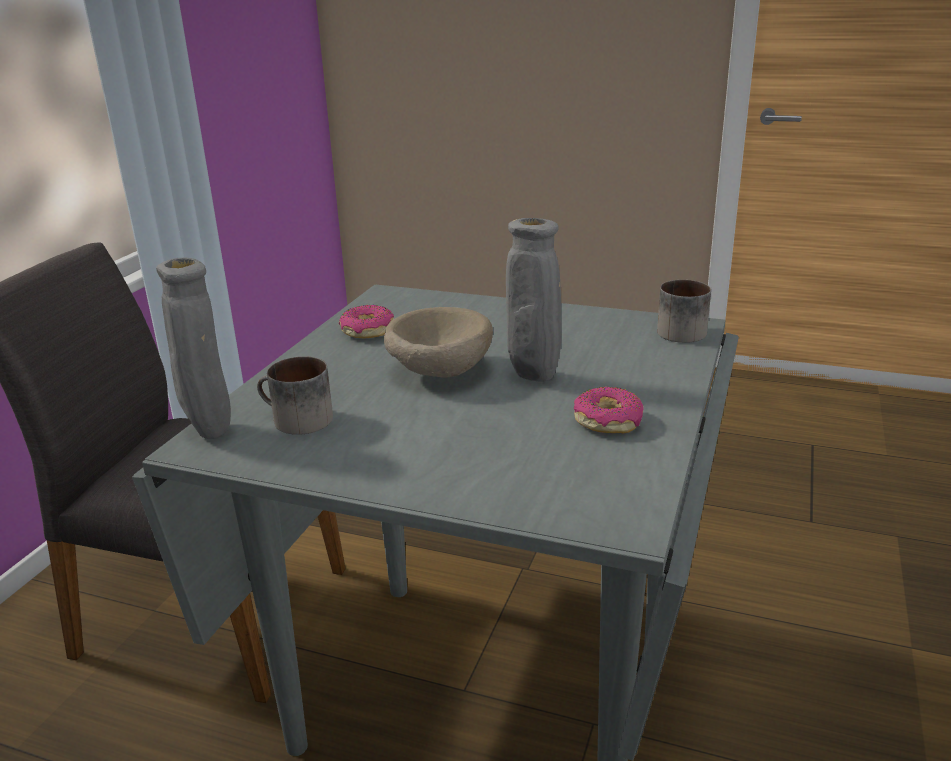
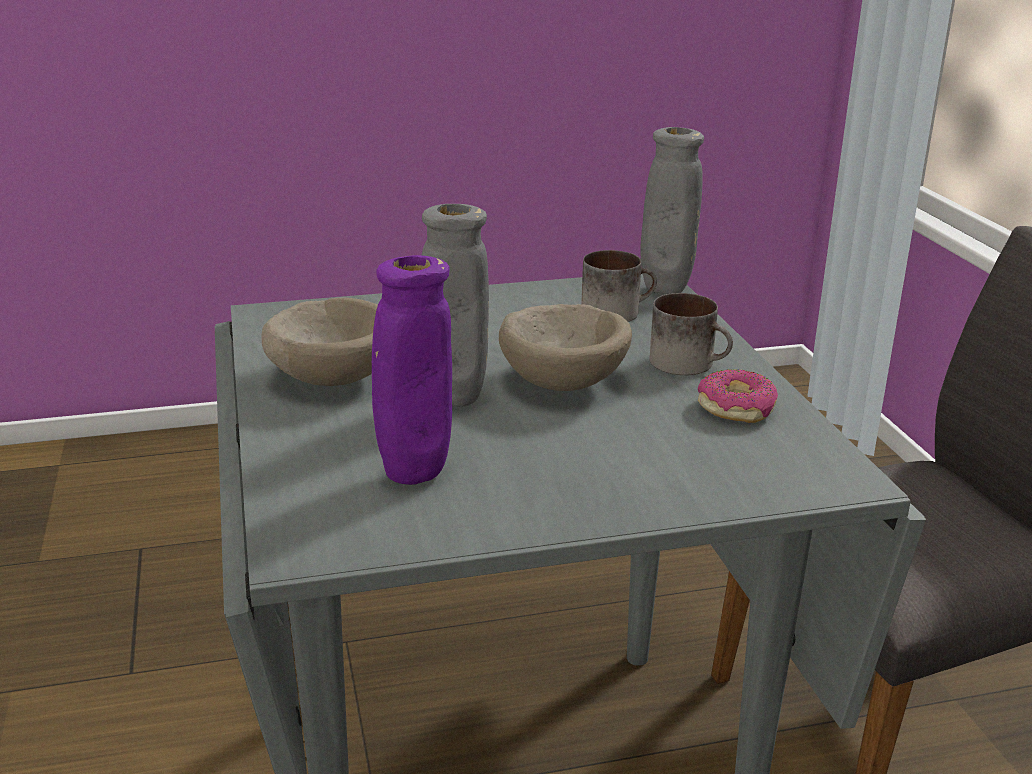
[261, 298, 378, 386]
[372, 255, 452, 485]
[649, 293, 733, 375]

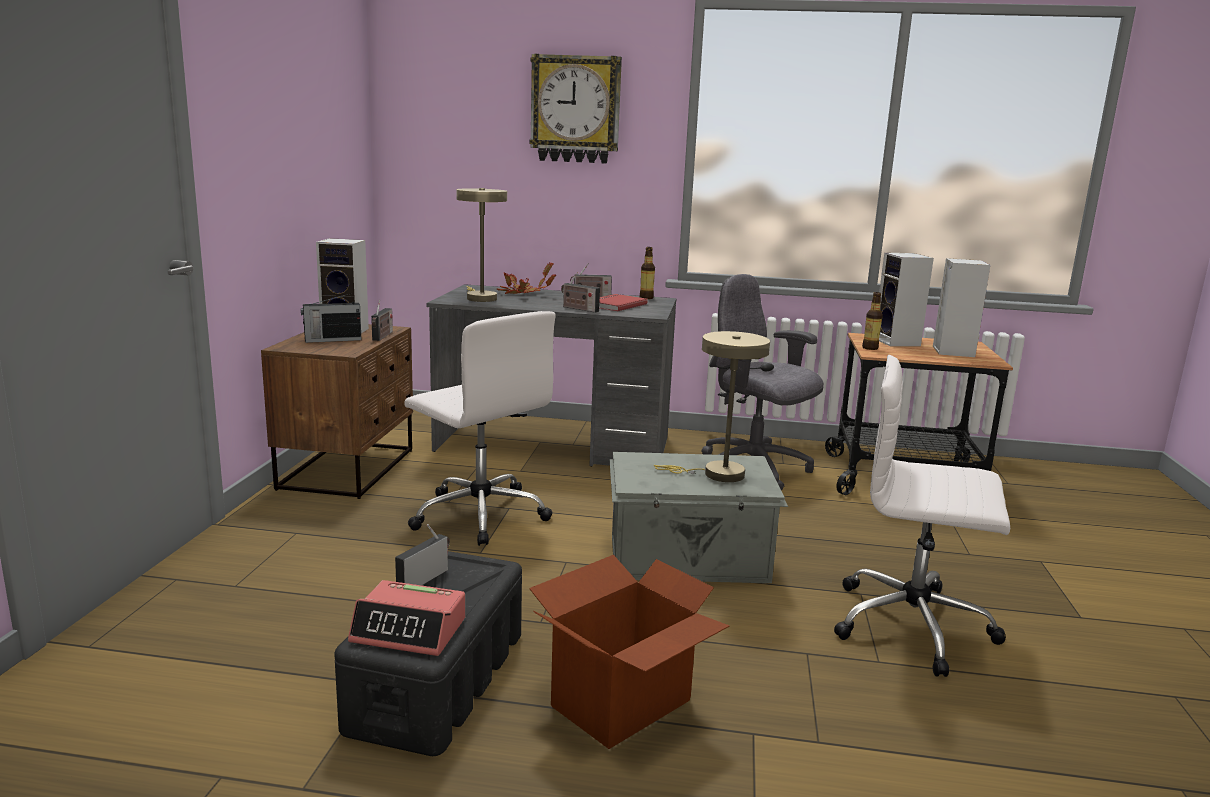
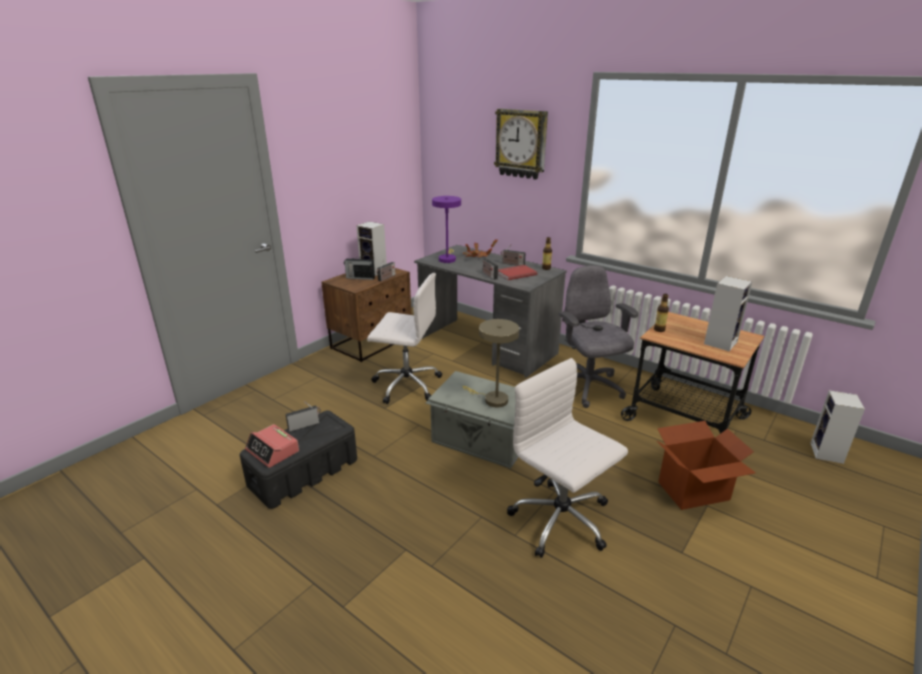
[367, 273, 442, 404]
[432, 196, 461, 263]
[656, 421, 756, 510]
[810, 390, 865, 464]

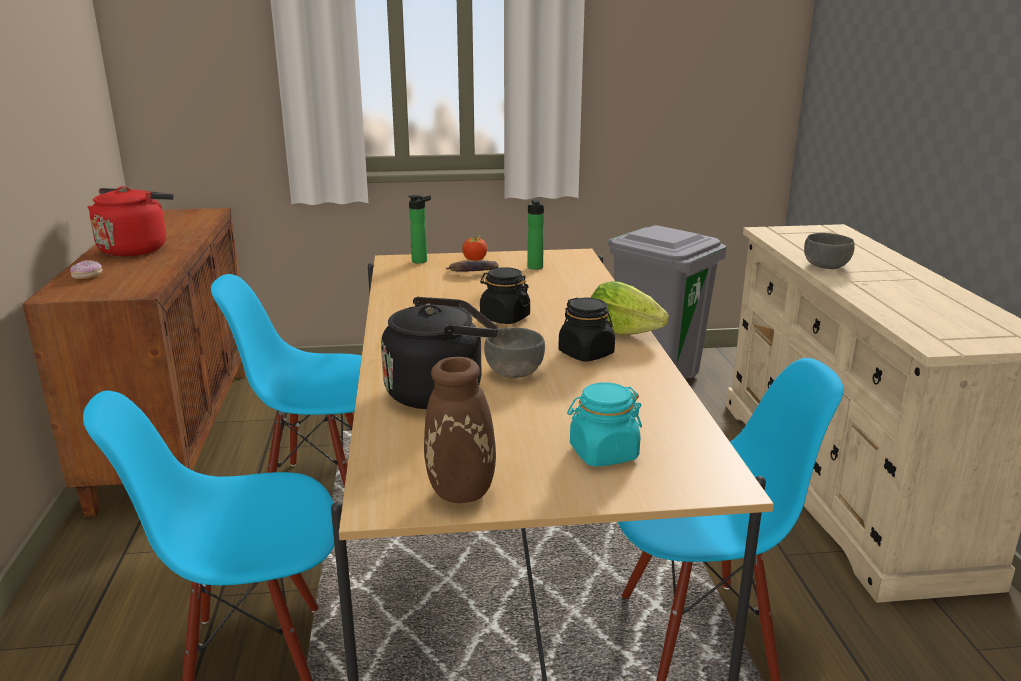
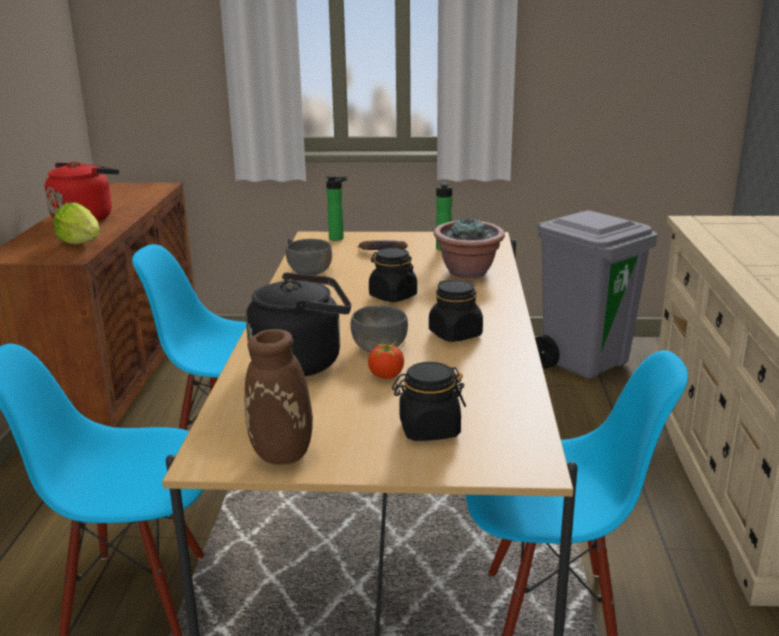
[53, 203, 100, 245]
[286, 239, 332, 275]
[368, 338, 405, 379]
[392, 362, 466, 441]
[434, 216, 505, 279]
[70, 260, 103, 279] (first image)

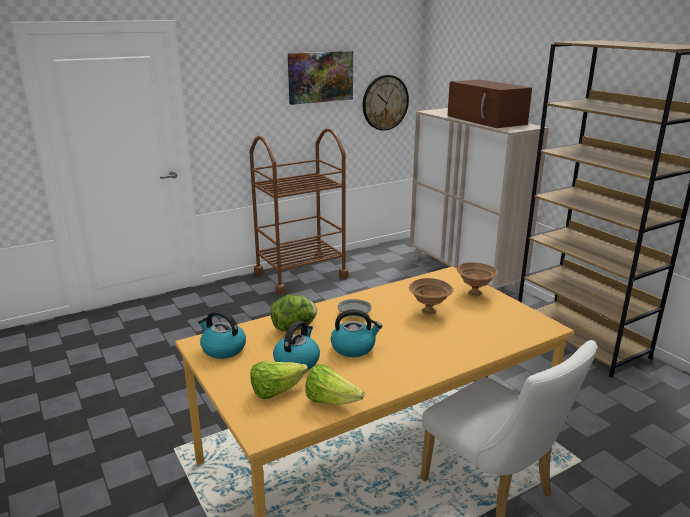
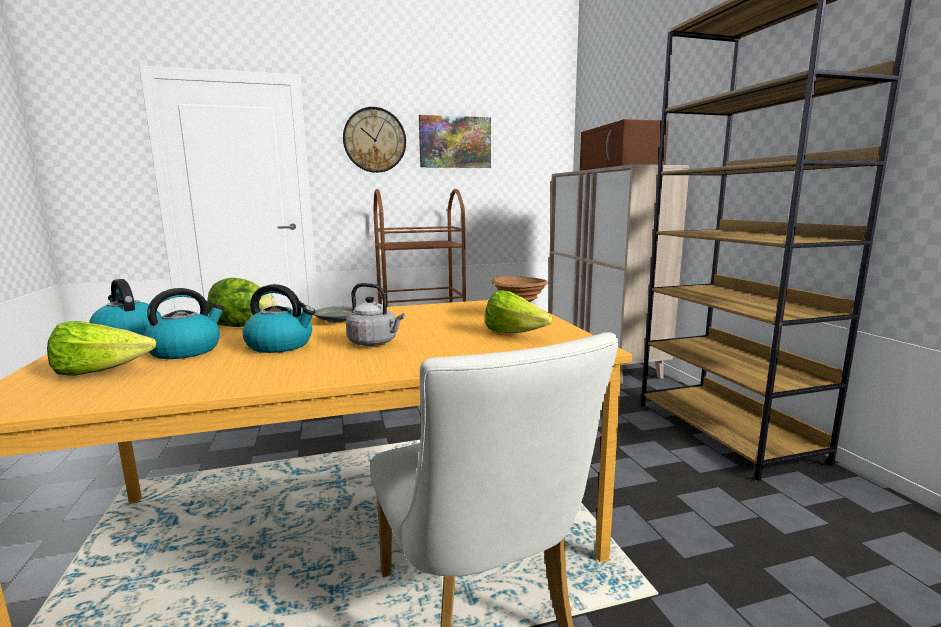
[343, 107, 406, 173]
[346, 283, 405, 346]
[485, 290, 553, 333]
[409, 278, 453, 315] (first image)

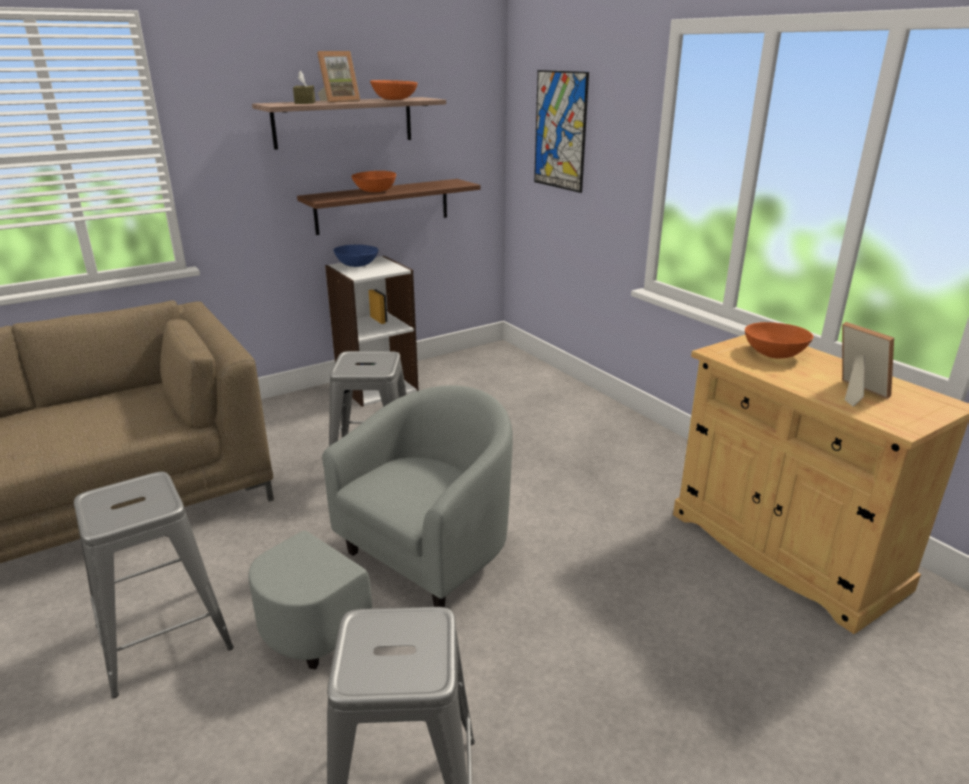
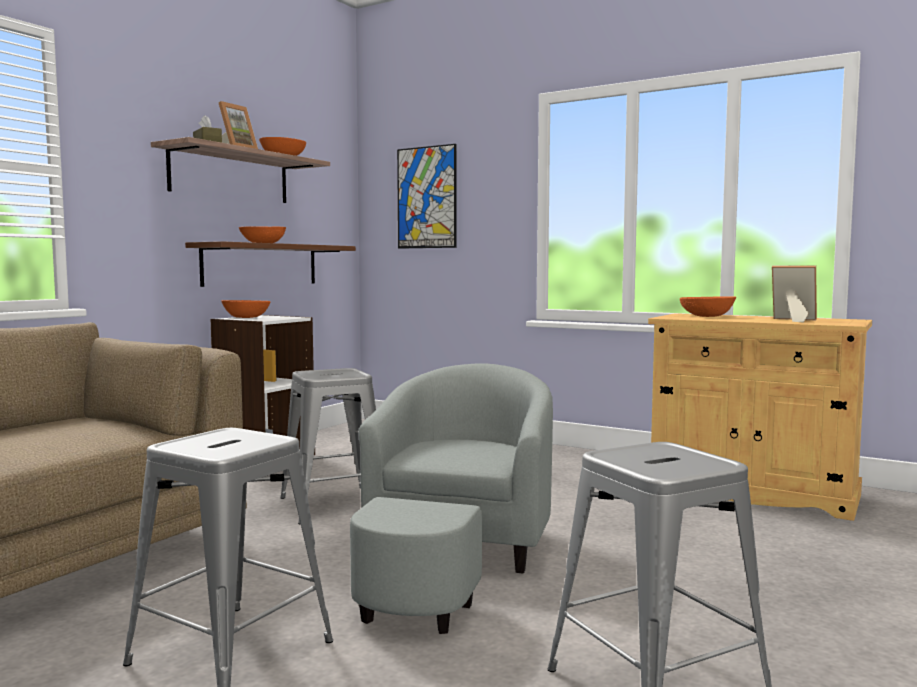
[222, 300, 271, 318]

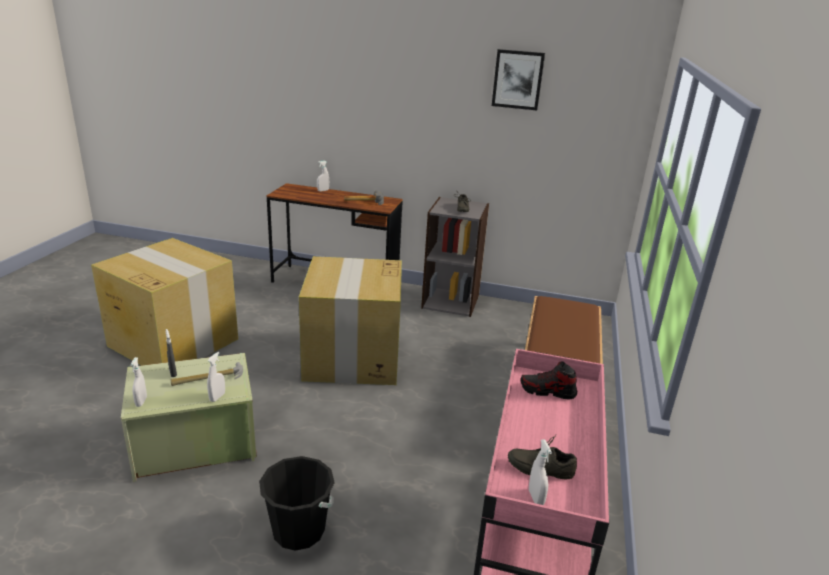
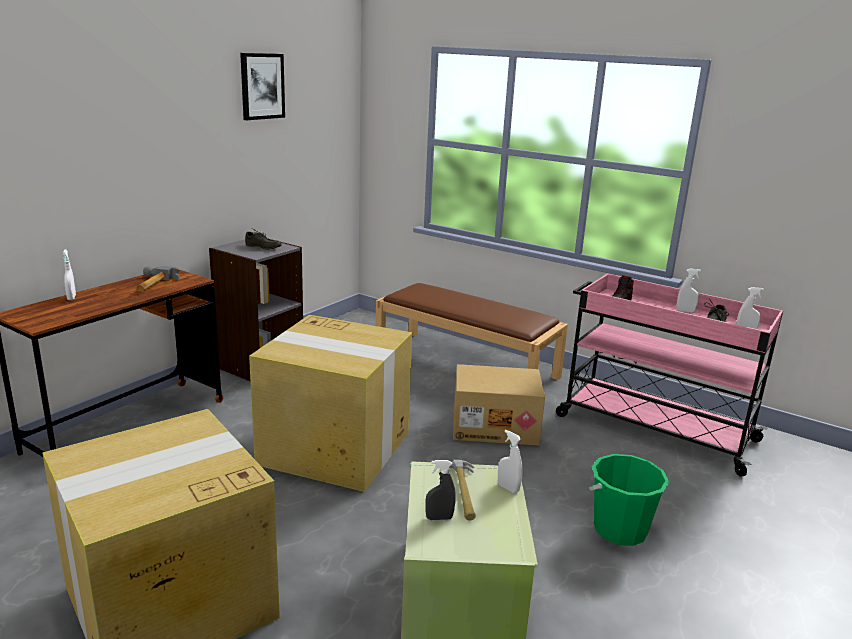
[453, 364, 545, 446]
[589, 454, 669, 546]
[677, 268, 701, 313]

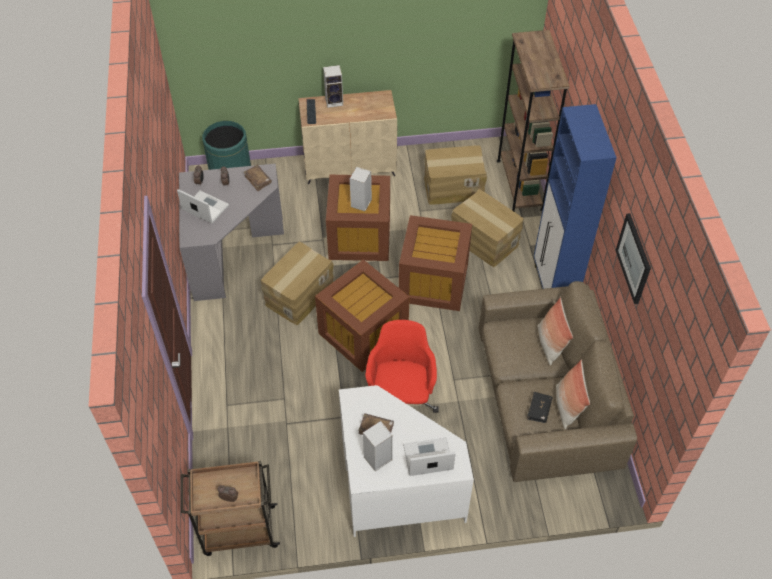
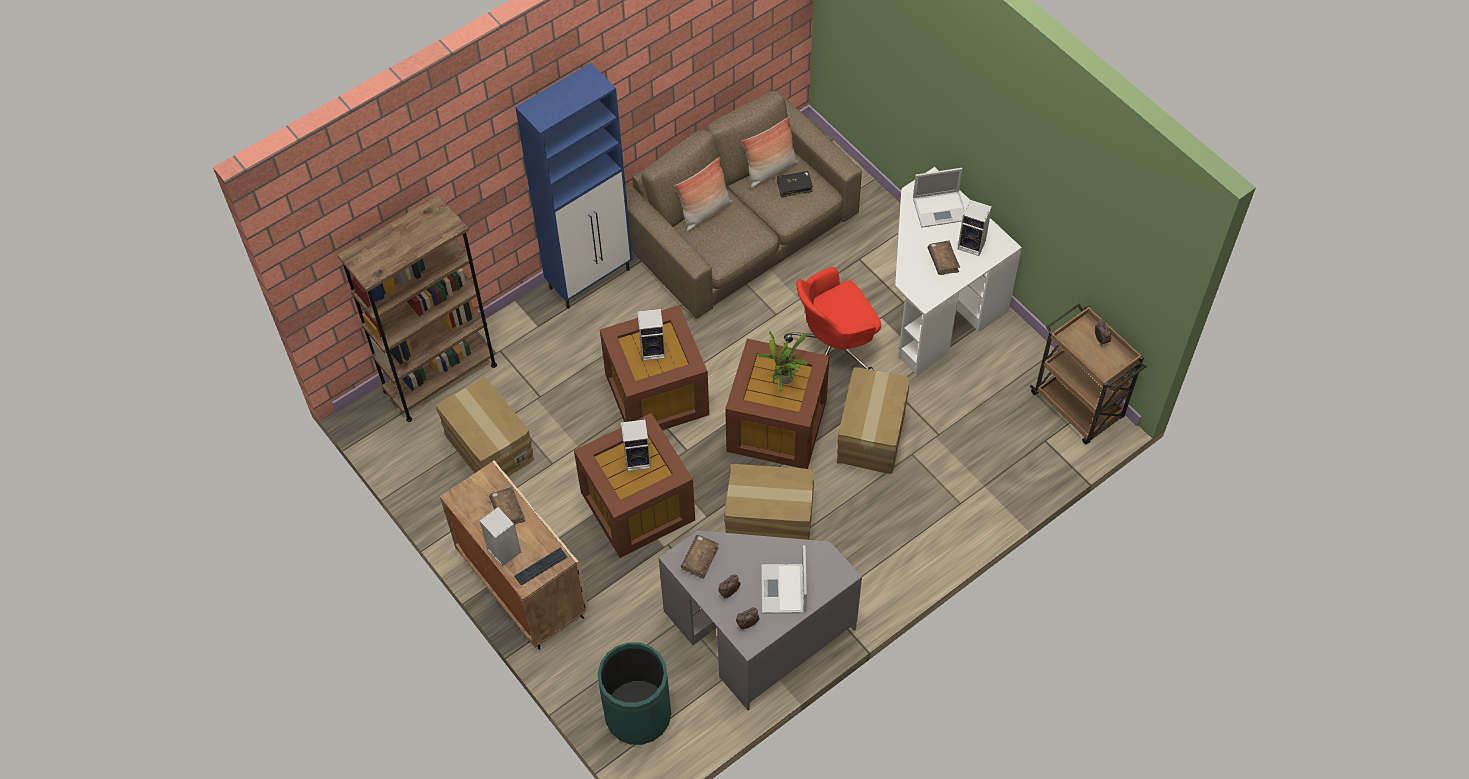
[489, 487, 525, 524]
[637, 309, 666, 361]
[757, 331, 808, 392]
[837, 367, 910, 474]
[913, 168, 965, 228]
[616, 213, 651, 304] (first image)

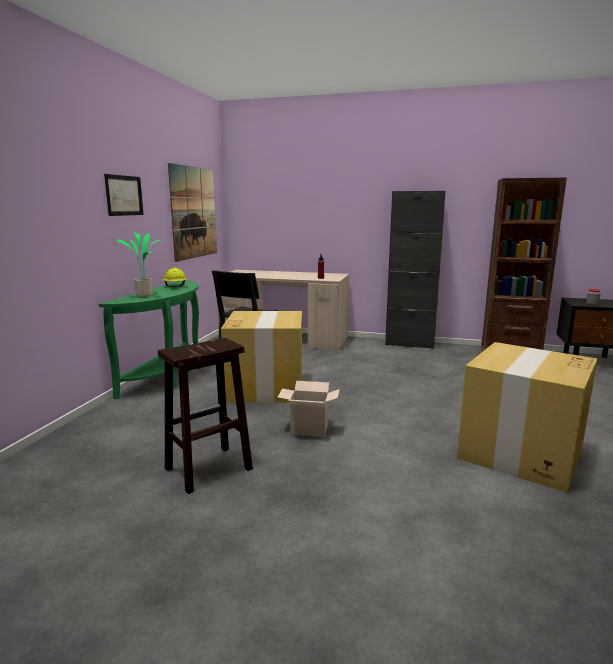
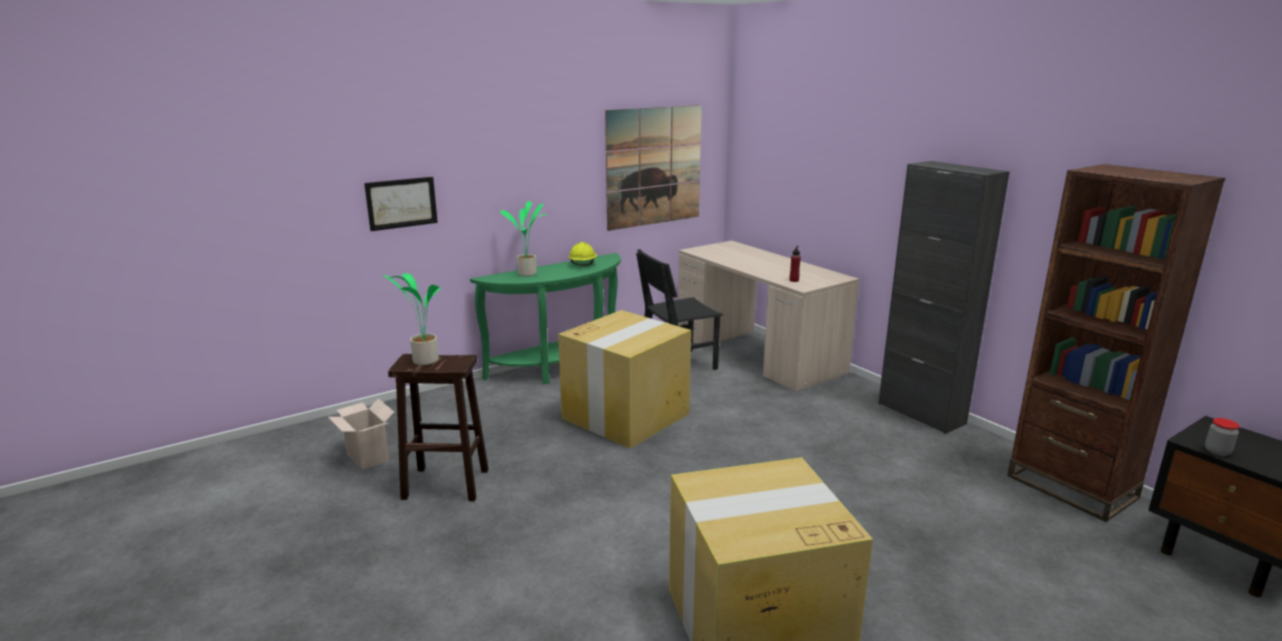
[328, 398, 394, 470]
[364, 177, 438, 231]
[383, 273, 441, 365]

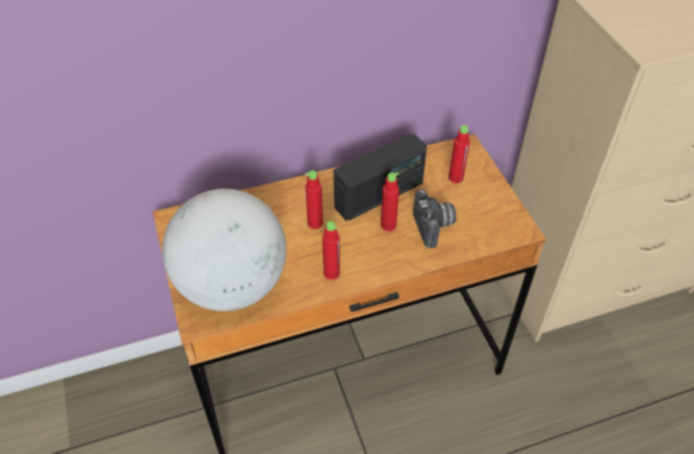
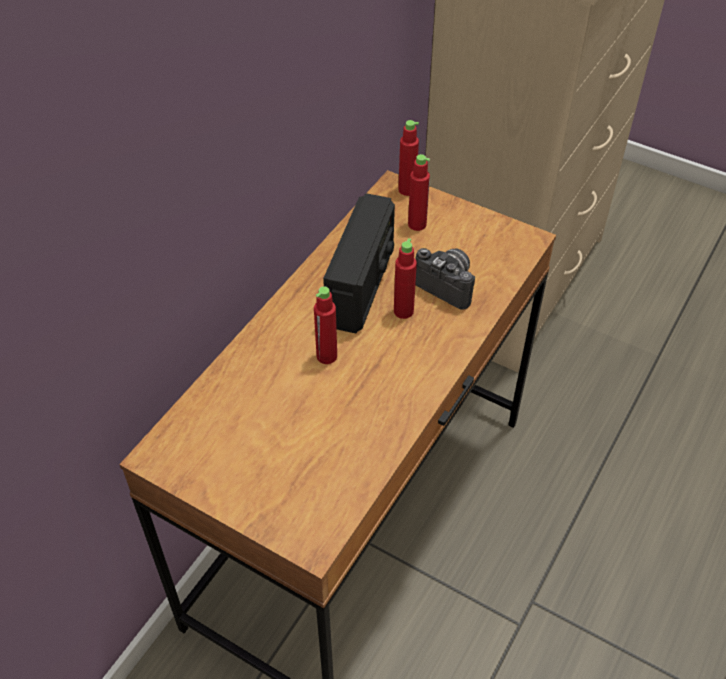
[398, 120, 419, 196]
[162, 189, 286, 311] (first image)

